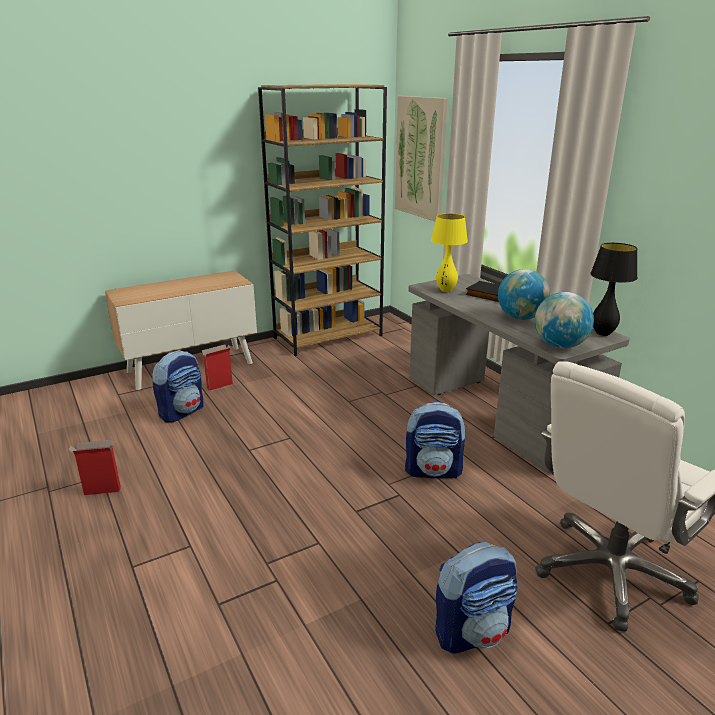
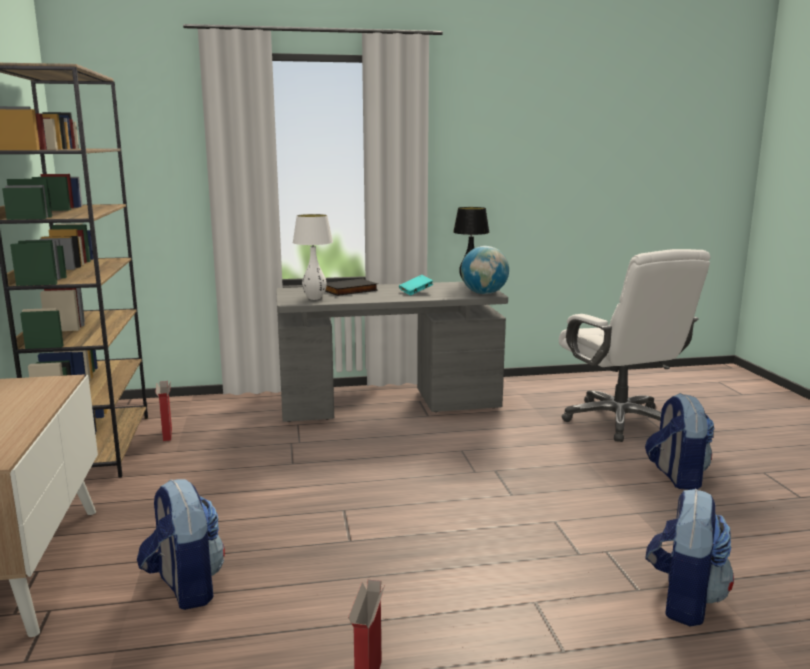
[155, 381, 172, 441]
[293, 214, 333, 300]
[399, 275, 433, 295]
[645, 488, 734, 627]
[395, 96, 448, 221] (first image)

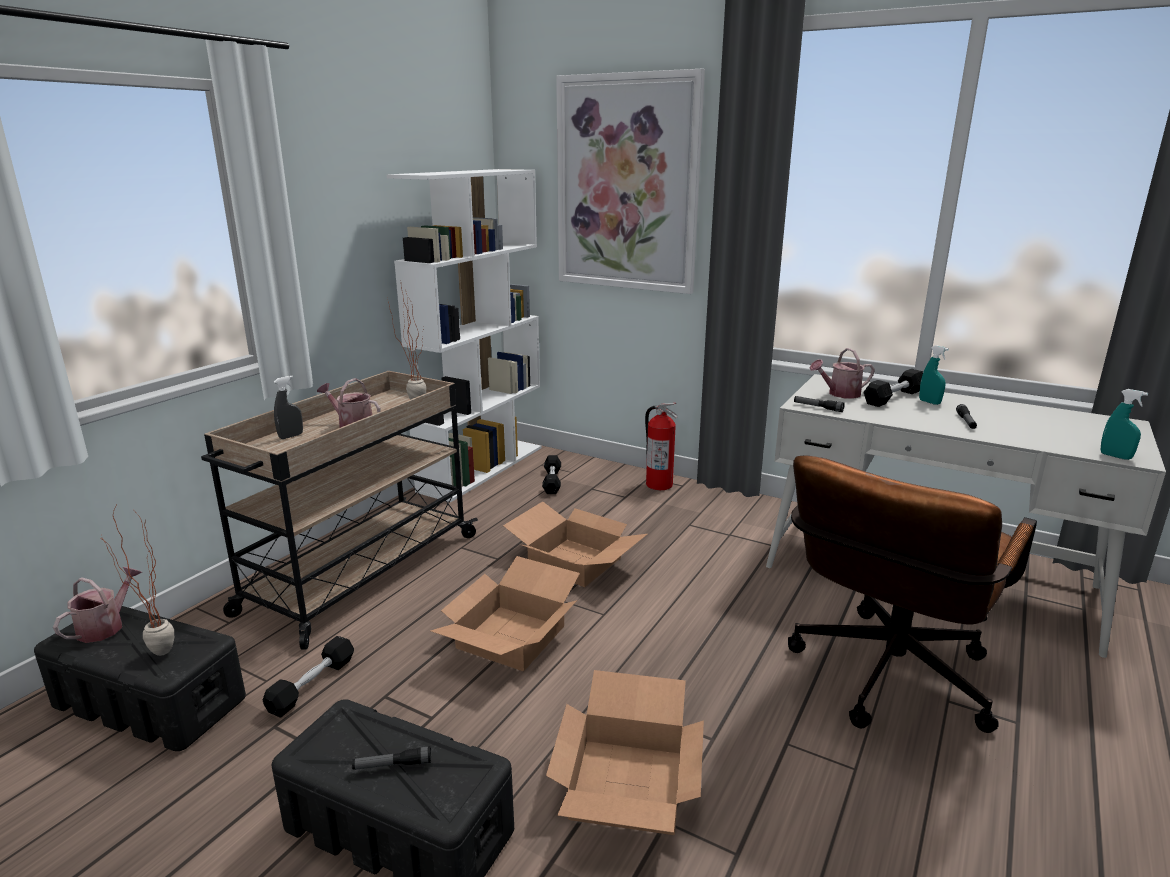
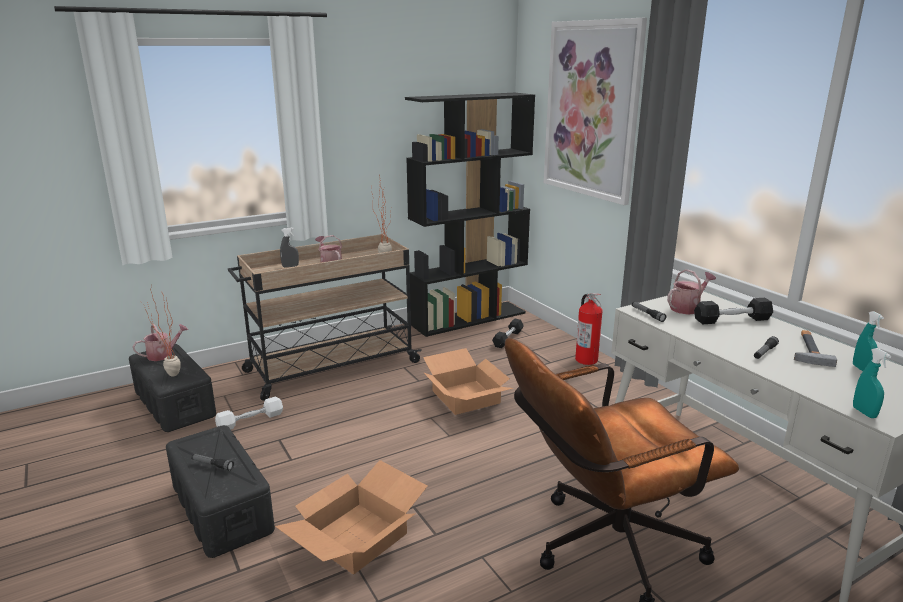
[215, 397, 283, 430]
[405, 93, 535, 337]
[667, 269, 716, 315]
[794, 330, 837, 367]
[853, 311, 884, 372]
[431, 556, 580, 671] (first image)

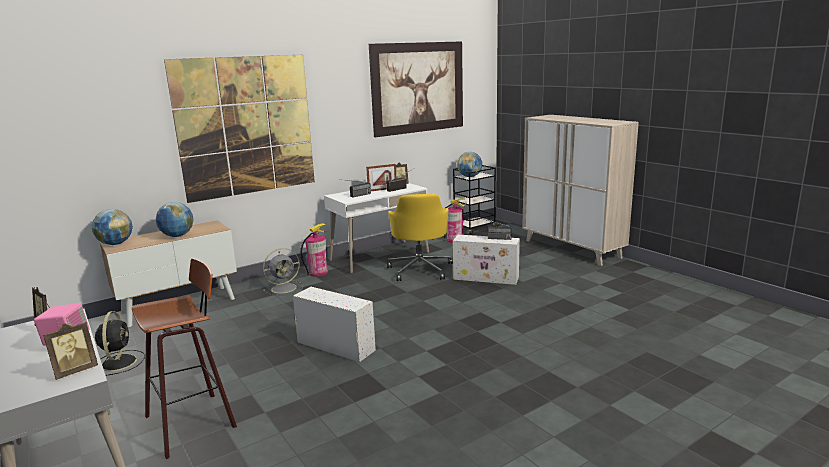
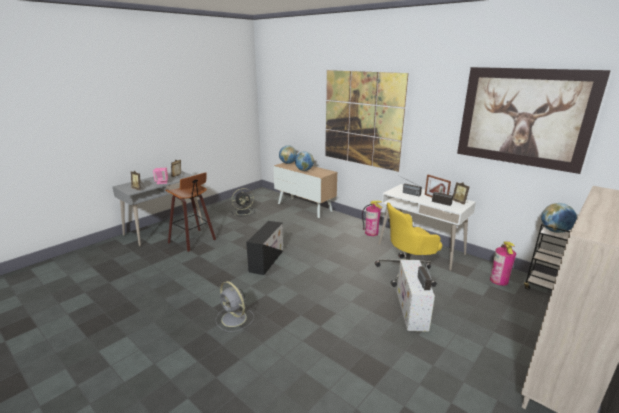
[215, 281, 254, 332]
[246, 221, 284, 275]

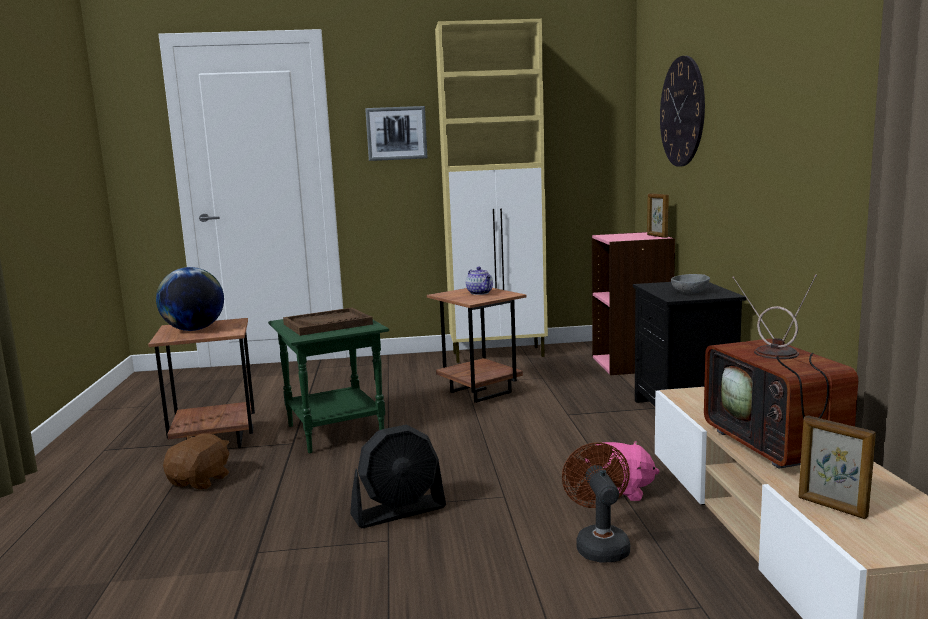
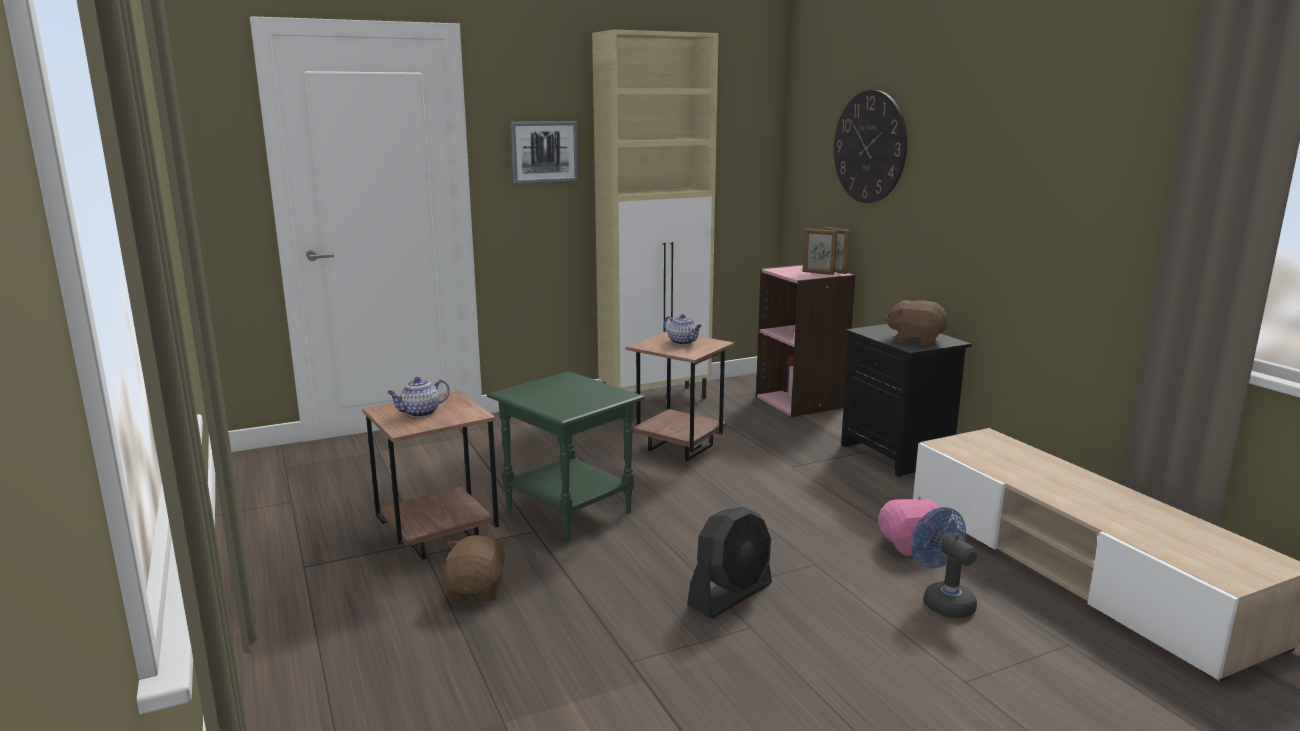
[387, 377, 450, 417]
[803, 228, 837, 275]
[885, 300, 948, 346]
[911, 507, 977, 618]
[283, 308, 373, 336] (first image)
[704, 274, 858, 469] (first image)

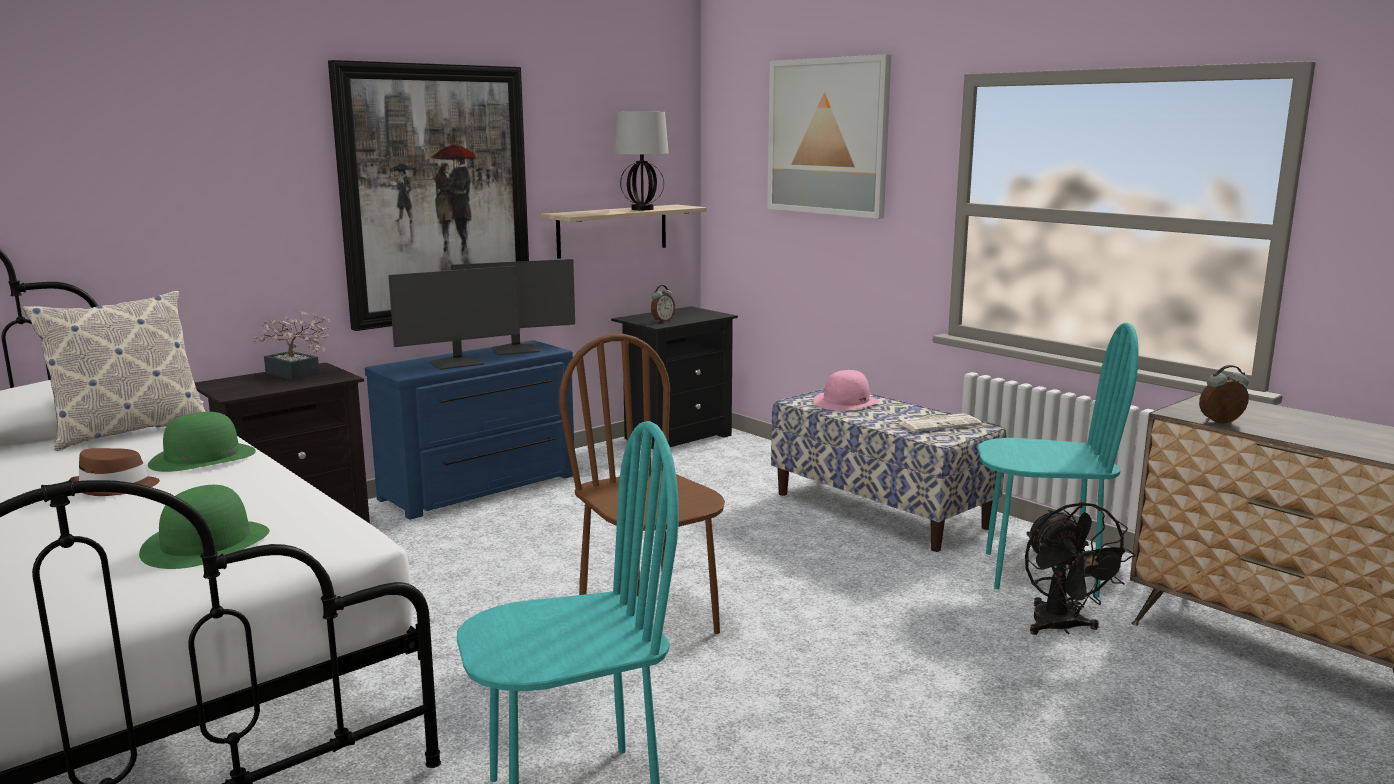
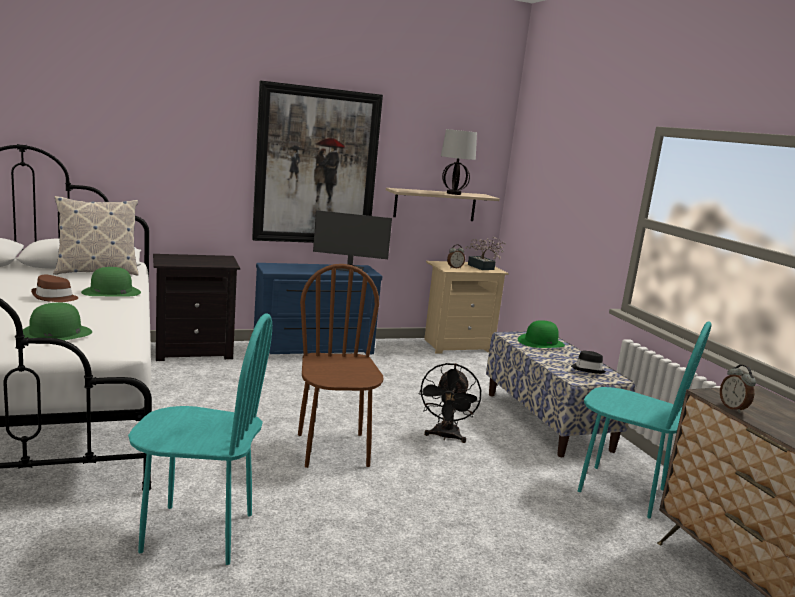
[419, 363, 481, 443]
[424, 261, 509, 354]
[465, 237, 506, 270]
[518, 320, 565, 348]
[571, 350, 606, 374]
[720, 365, 756, 413]
[388, 266, 519, 370] (first image)
[767, 54, 891, 219] (first image)

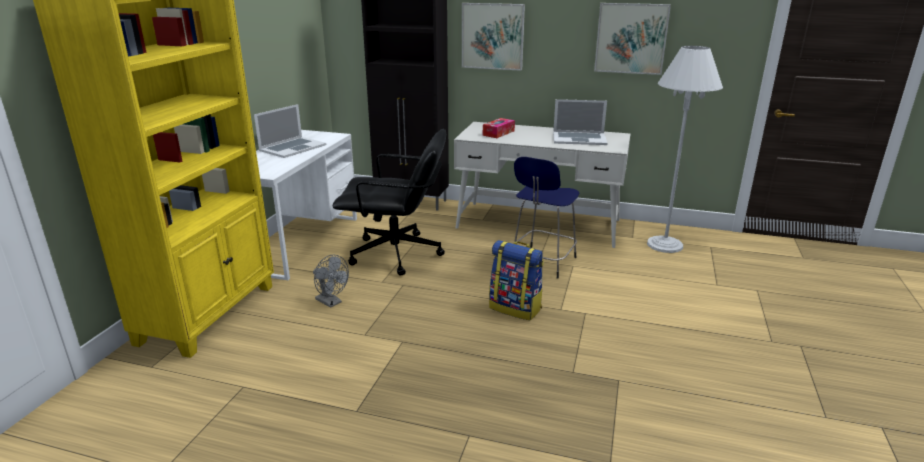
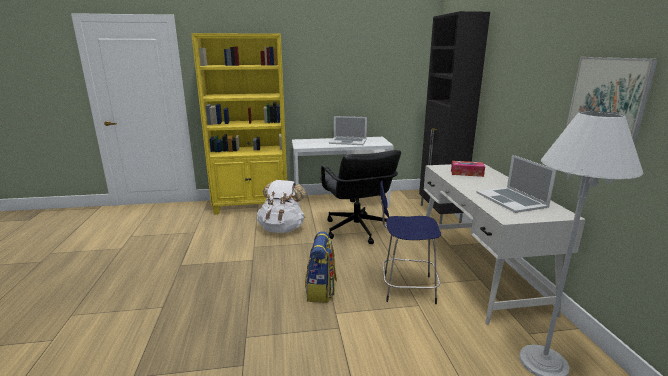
[257, 180, 306, 233]
[462, 3, 525, 71] (first image)

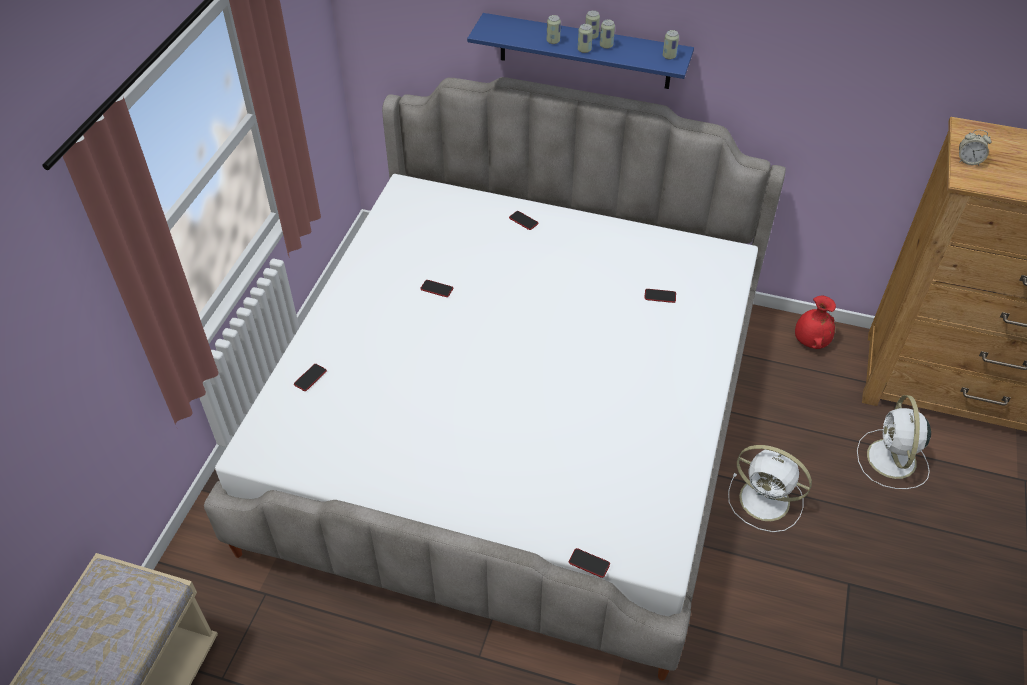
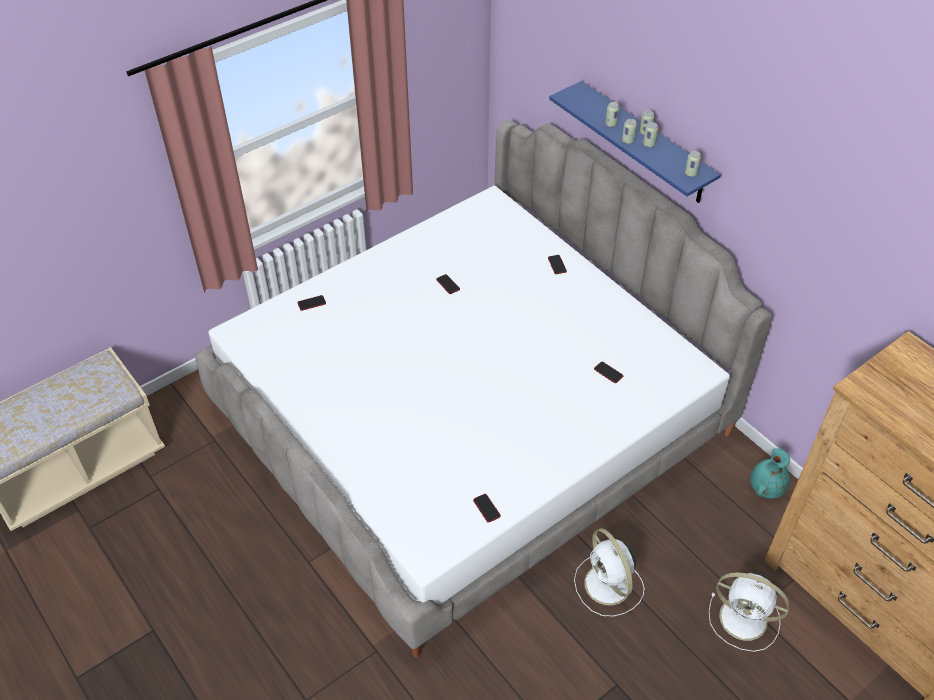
[473, 494, 501, 523]
[709, 573, 789, 652]
[750, 448, 790, 499]
[959, 130, 991, 166] (first image)

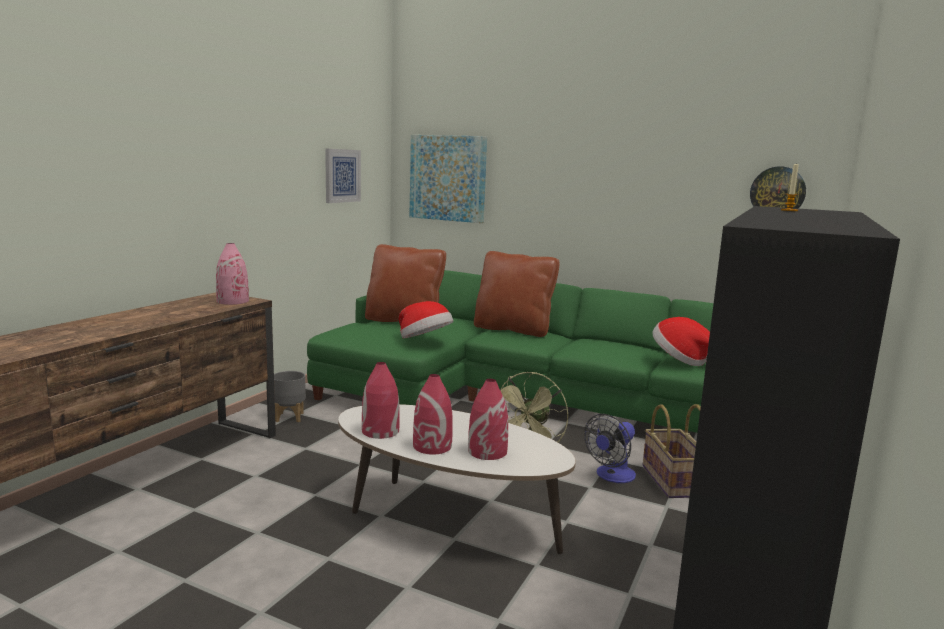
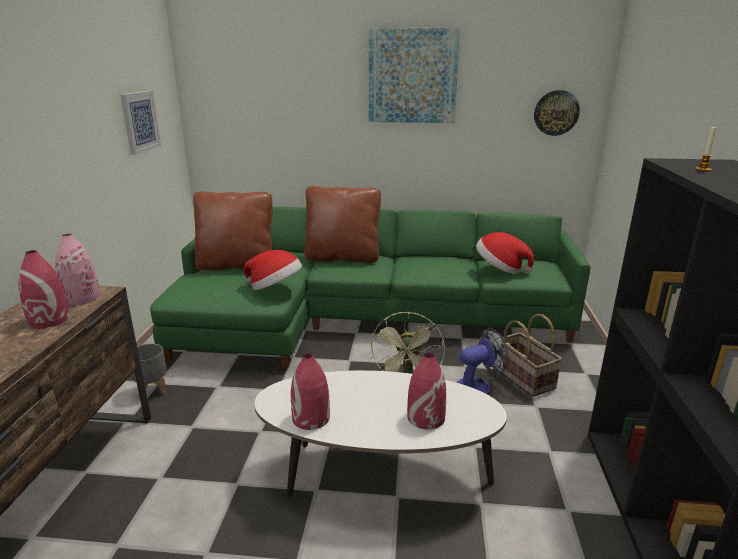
[18, 250, 70, 328]
[369, 28, 460, 123]
[456, 328, 509, 394]

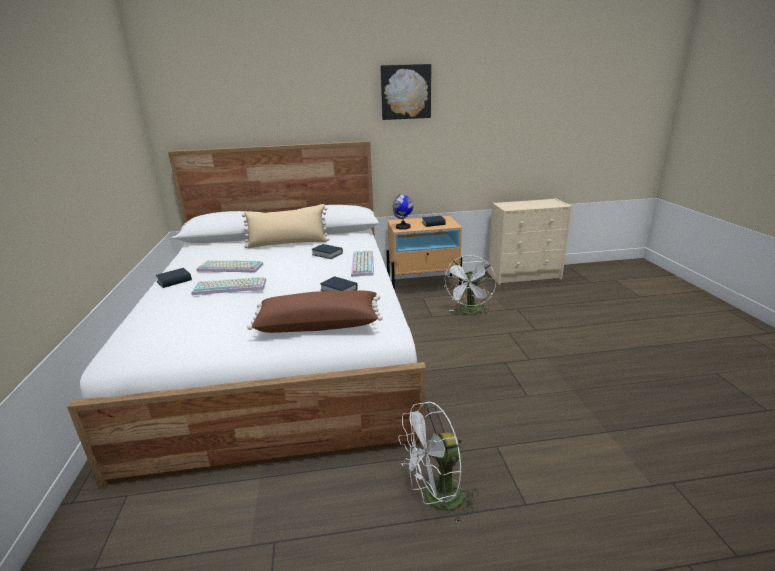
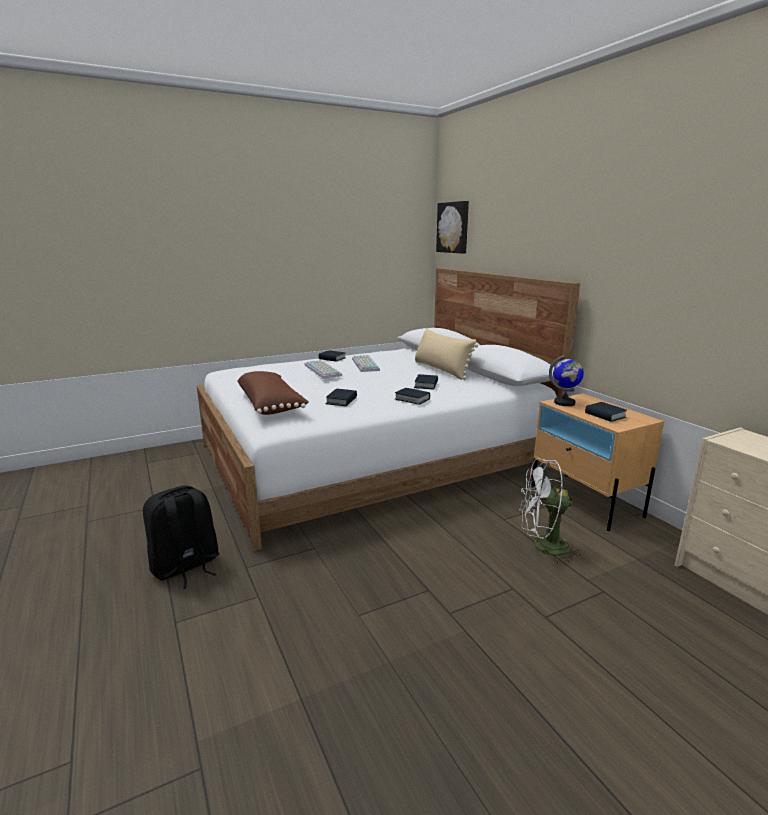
[143, 485, 219, 589]
[395, 388, 430, 405]
[436, 201, 469, 254]

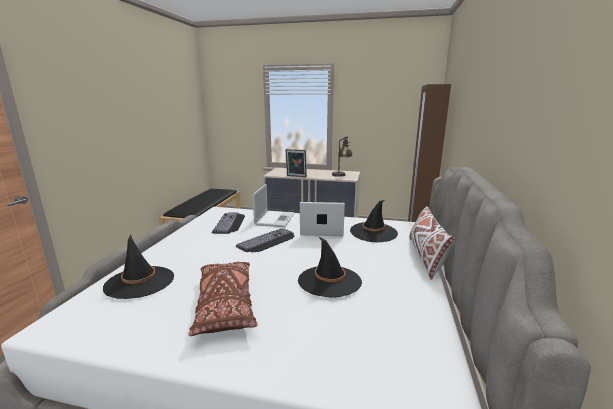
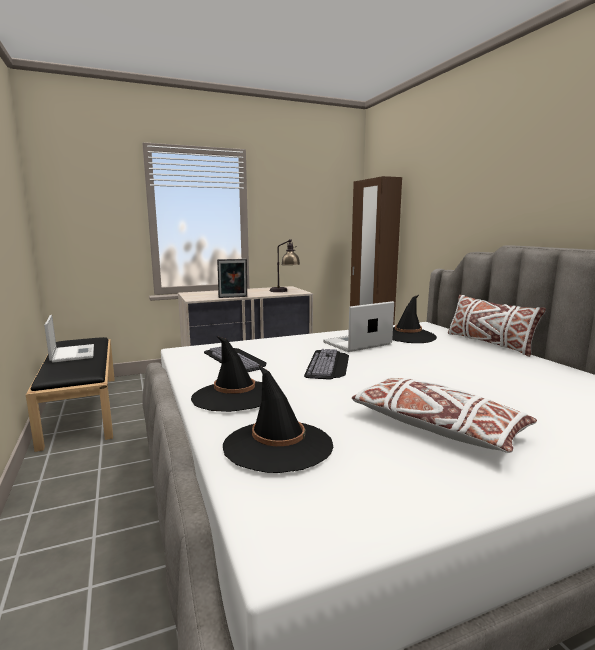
[44, 315, 94, 363]
[191, 336, 262, 412]
[352, 377, 537, 453]

